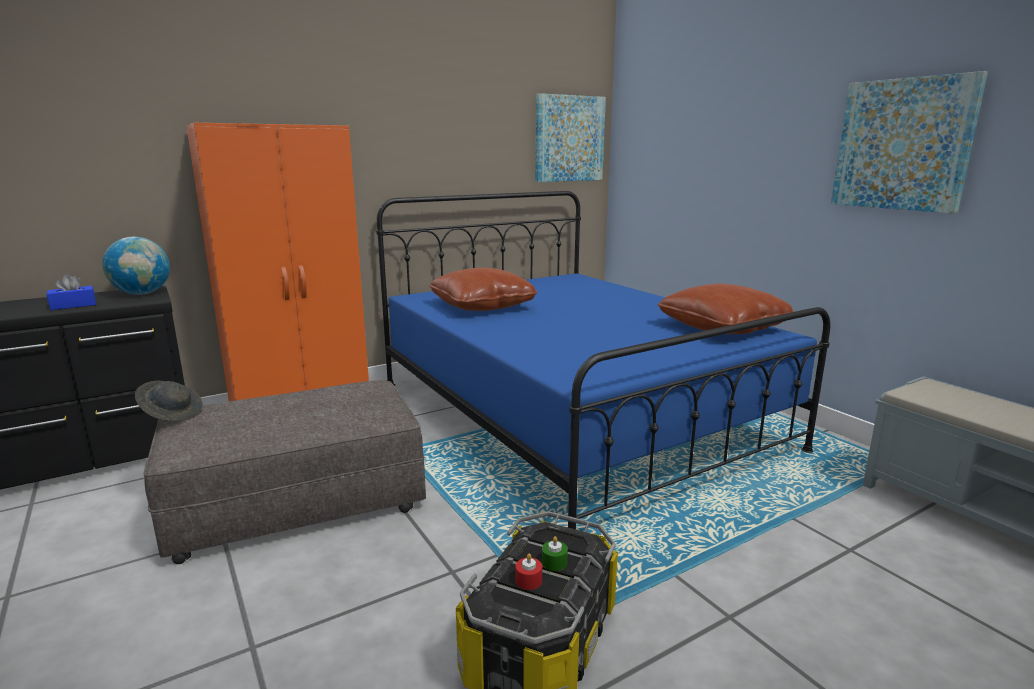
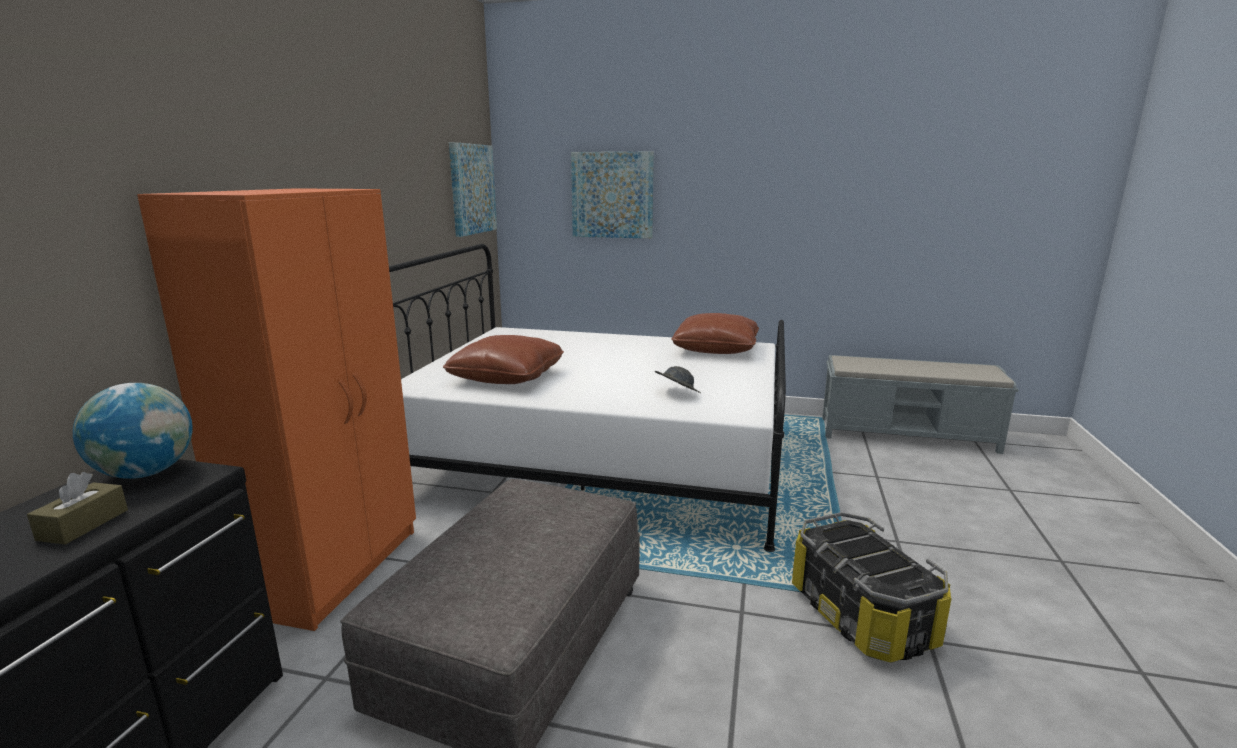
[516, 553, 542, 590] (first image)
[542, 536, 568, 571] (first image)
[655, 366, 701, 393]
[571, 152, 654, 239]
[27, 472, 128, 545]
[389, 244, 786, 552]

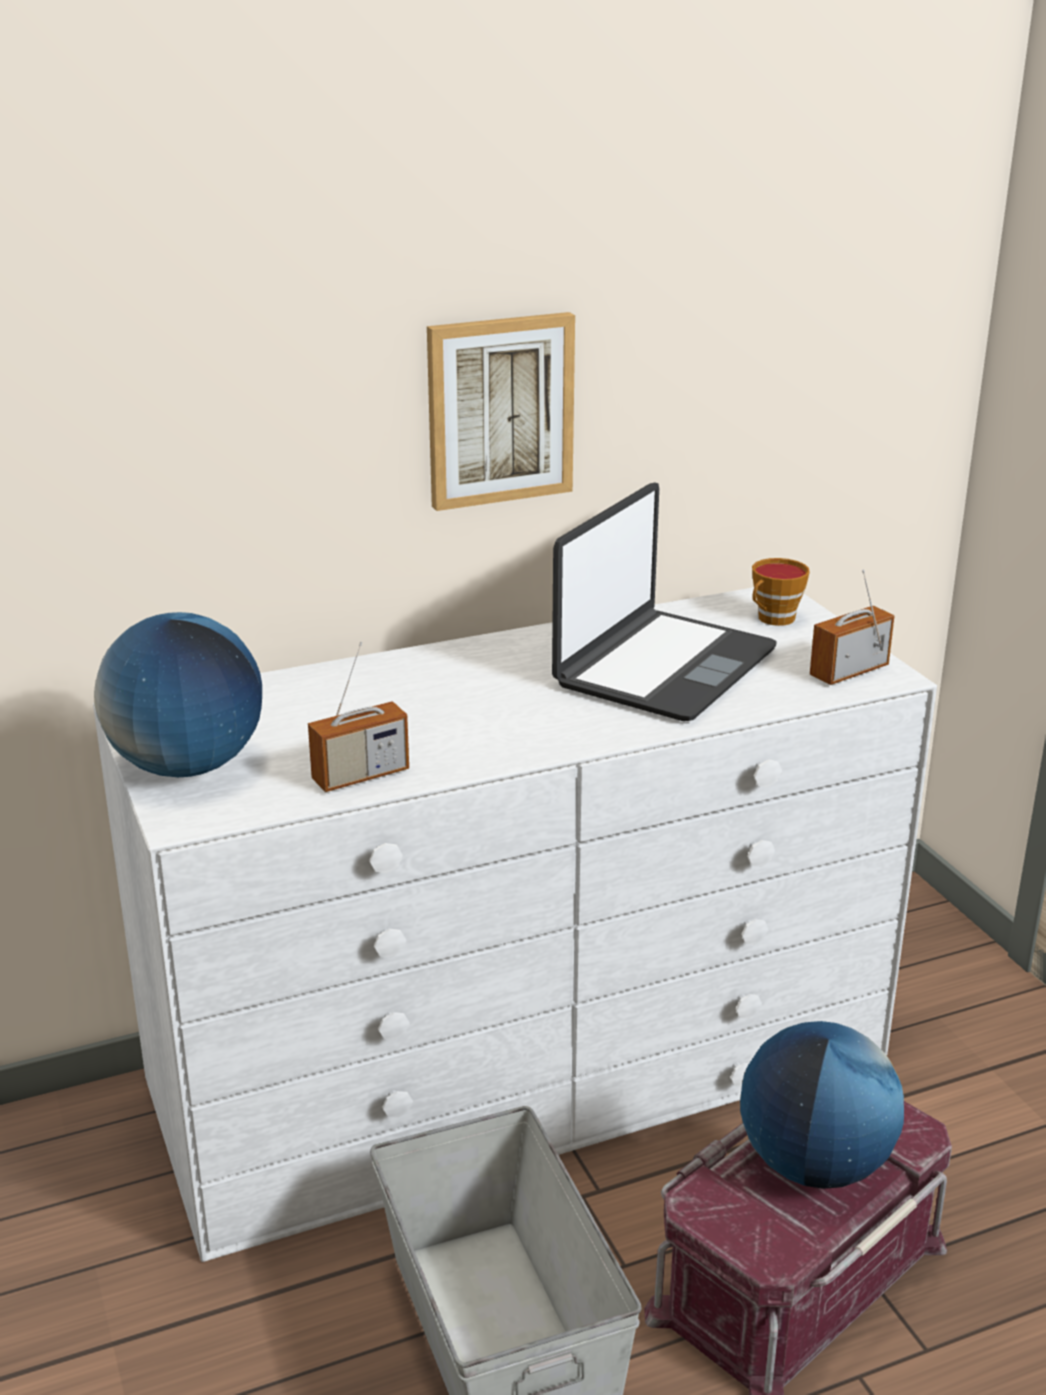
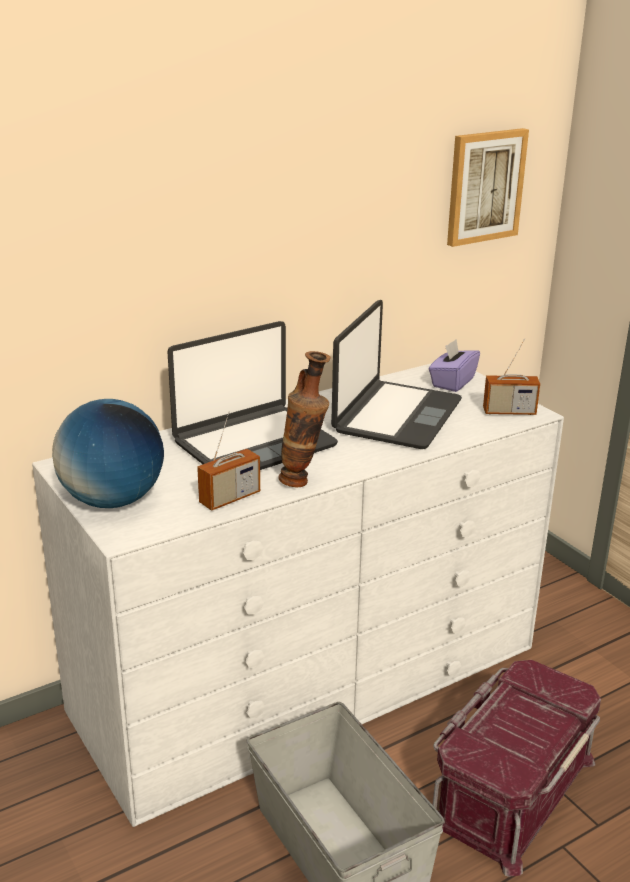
[740, 1021, 904, 1189] (first image)
[168, 321, 338, 470]
[278, 351, 331, 488]
[447, 128, 529, 247]
[429, 339, 480, 392]
[483, 338, 540, 415]

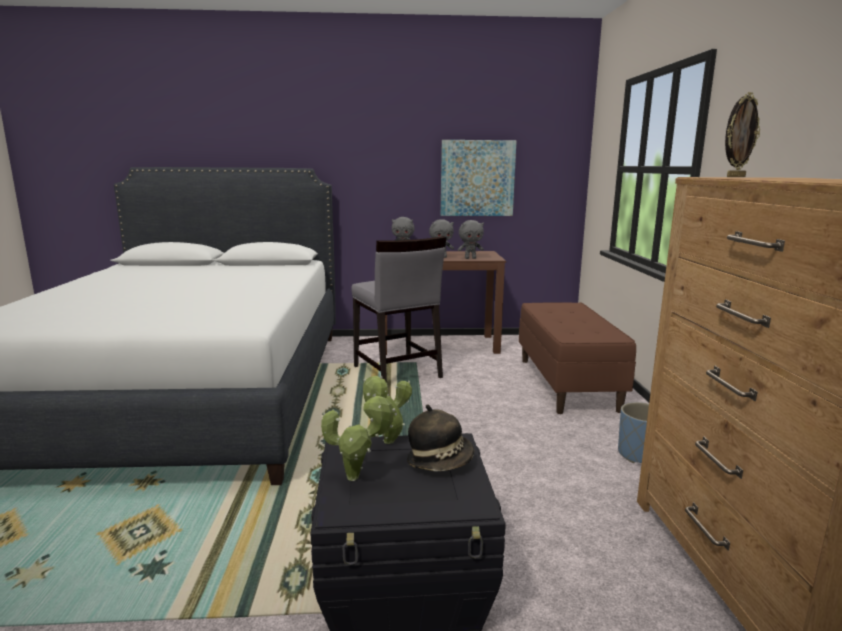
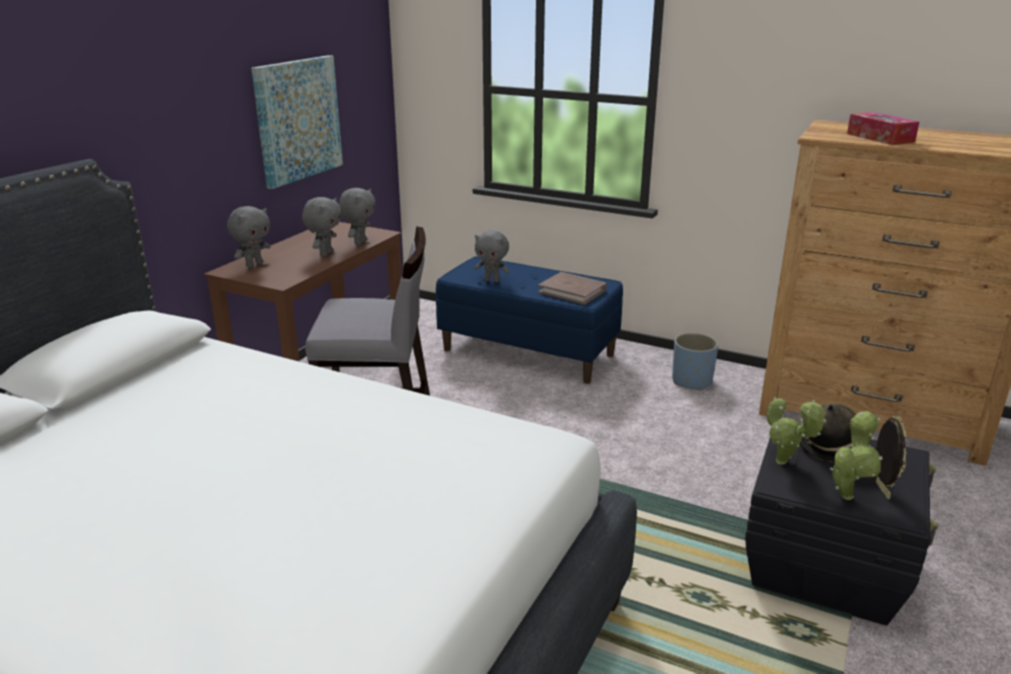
[475, 230, 510, 283]
[538, 272, 606, 305]
[847, 112, 919, 145]
[876, 416, 906, 499]
[435, 256, 623, 384]

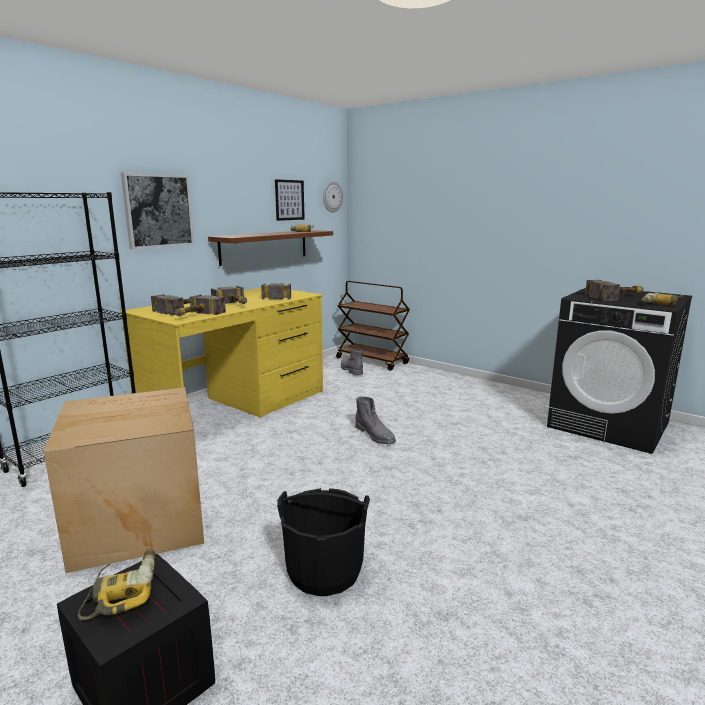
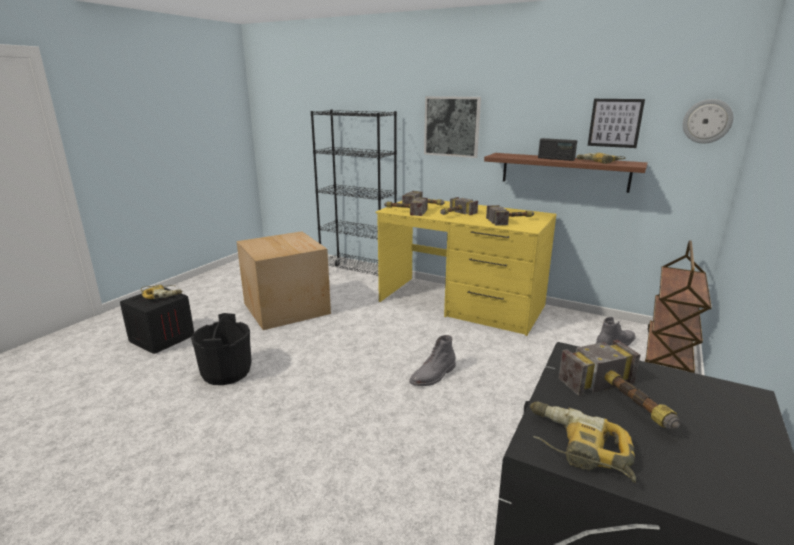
[538, 138, 577, 161]

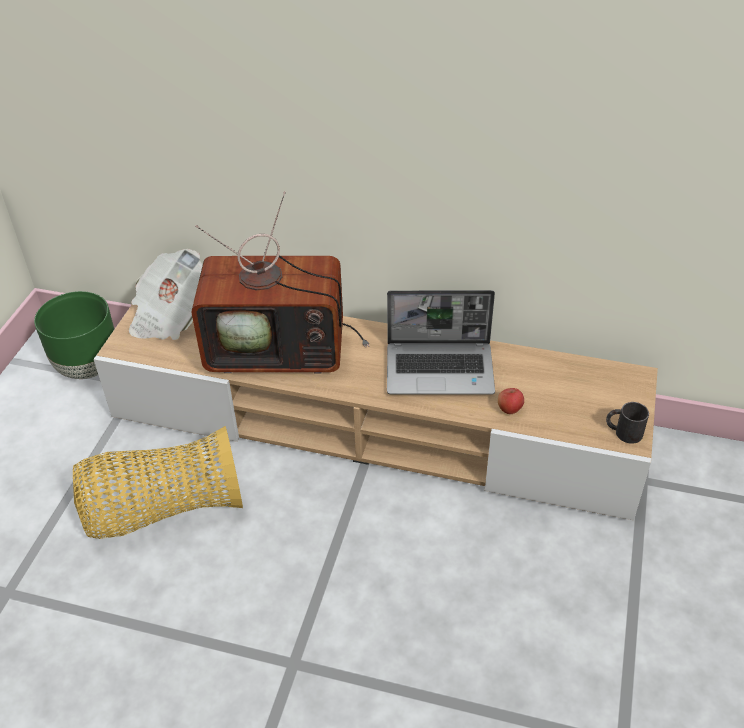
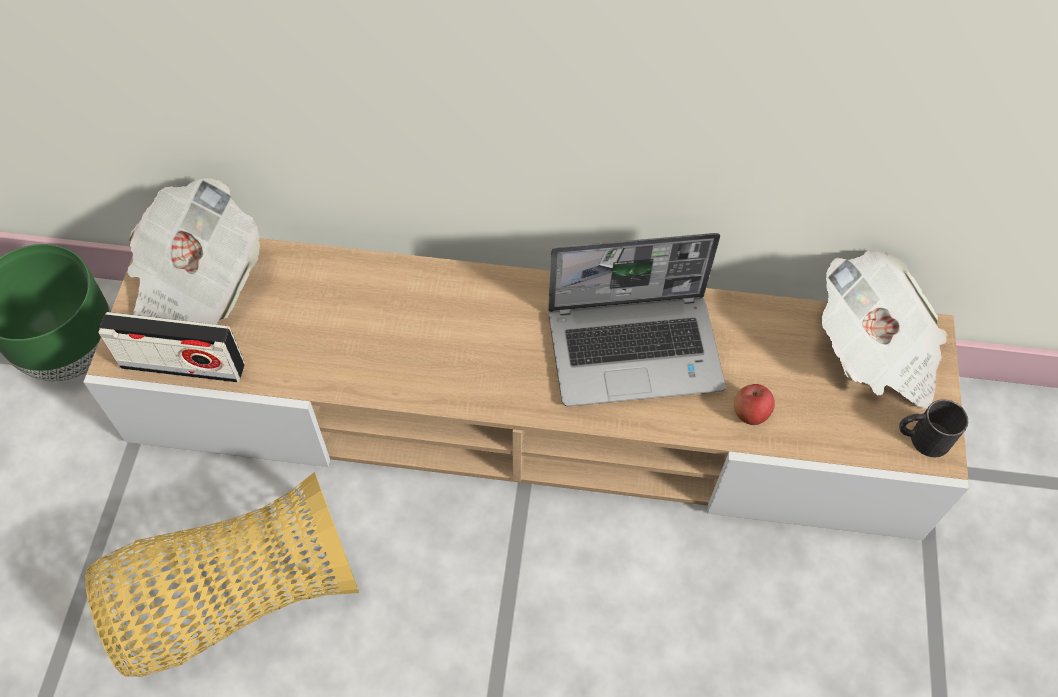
[192, 191, 369, 373] (first image)
[98, 312, 245, 383]
[821, 251, 947, 409]

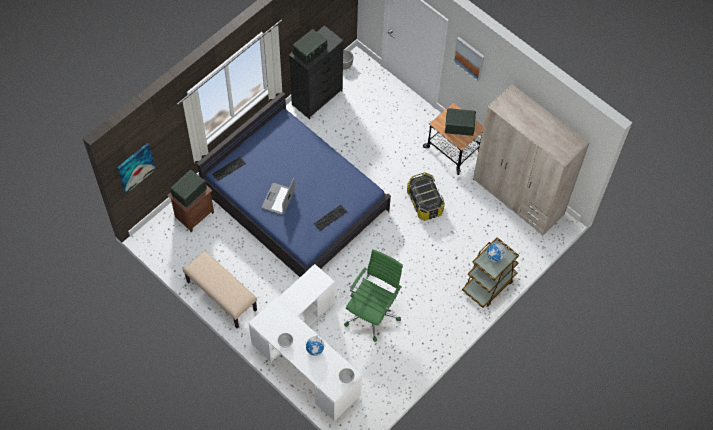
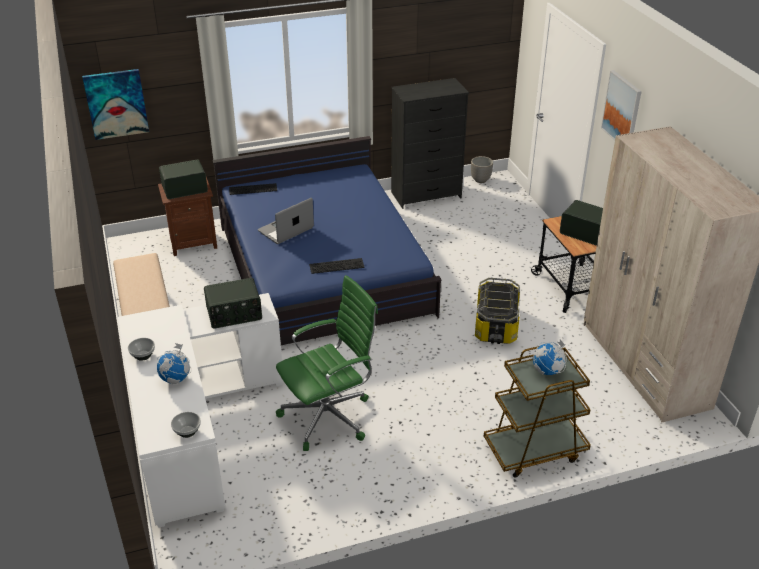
[204, 278, 262, 329]

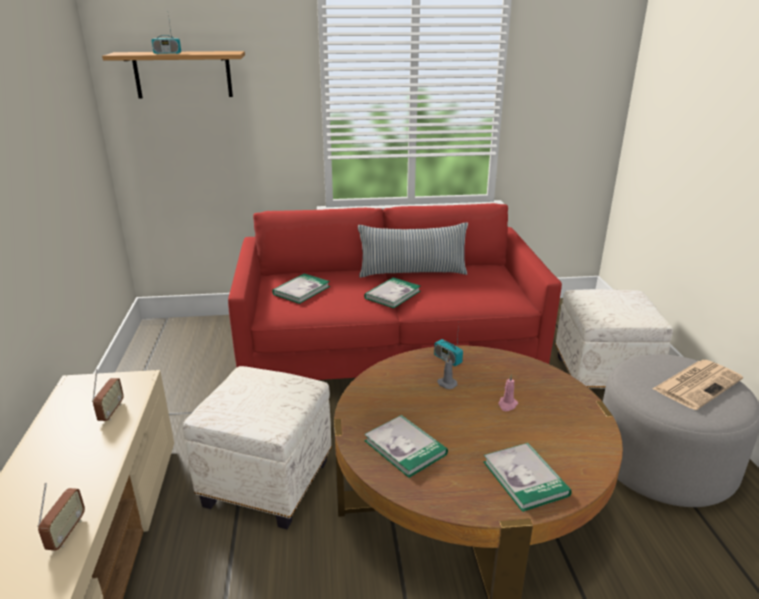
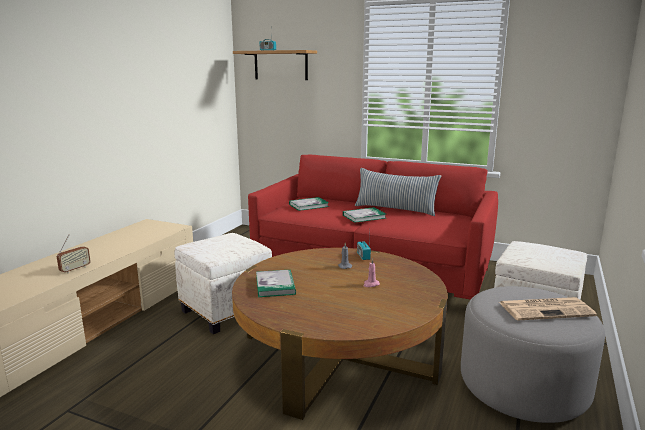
[92, 369, 124, 421] (first image)
[484, 443, 572, 512] (first image)

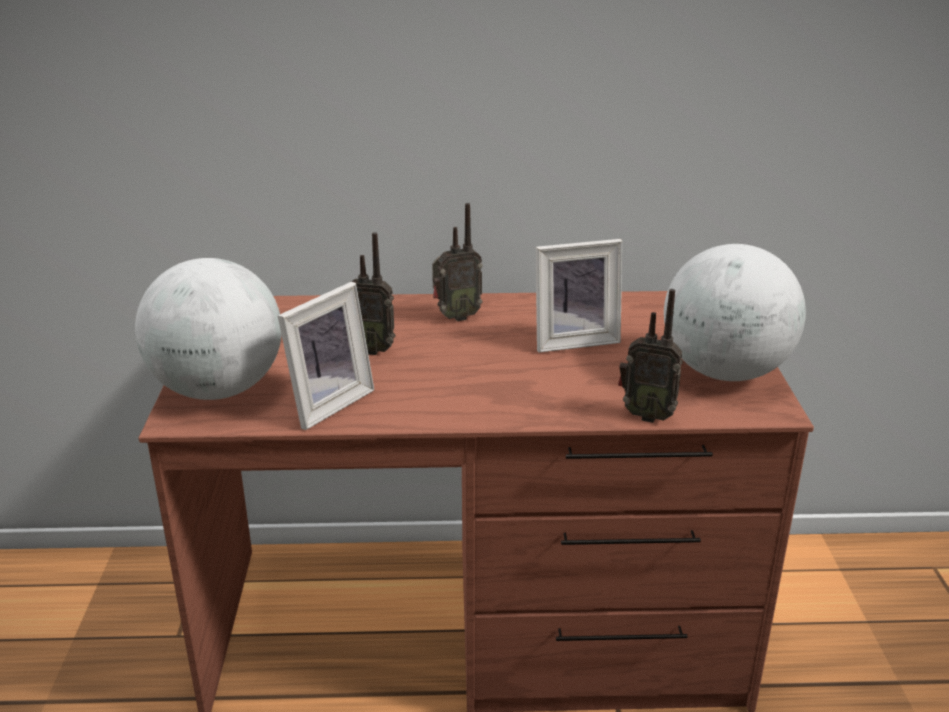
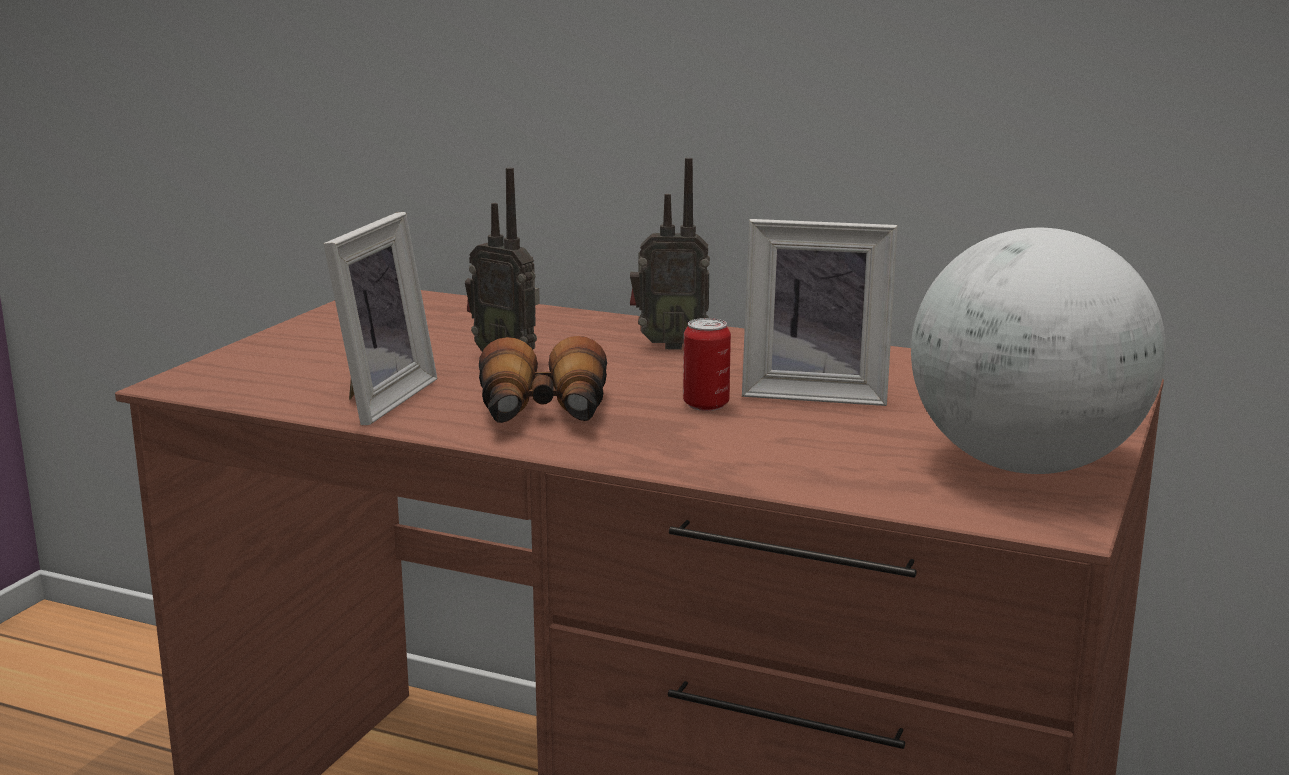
[135, 258, 281, 400] (first image)
[618, 289, 683, 423] (first image)
[479, 336, 607, 423]
[683, 318, 731, 411]
[324, 212, 437, 425]

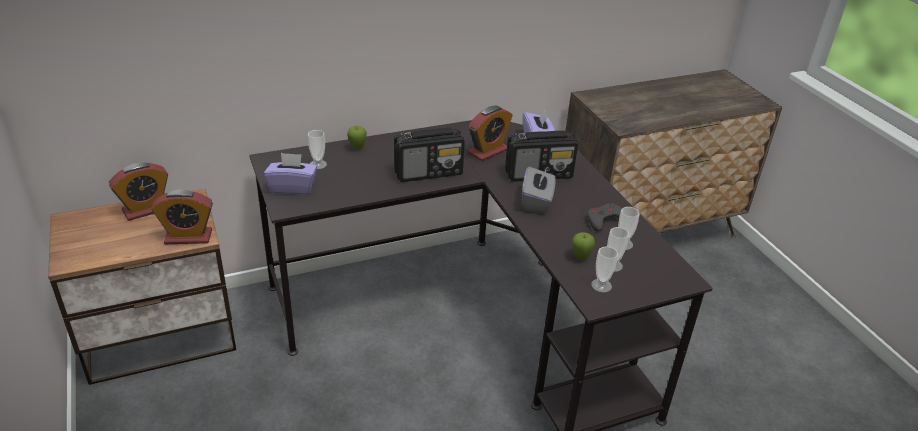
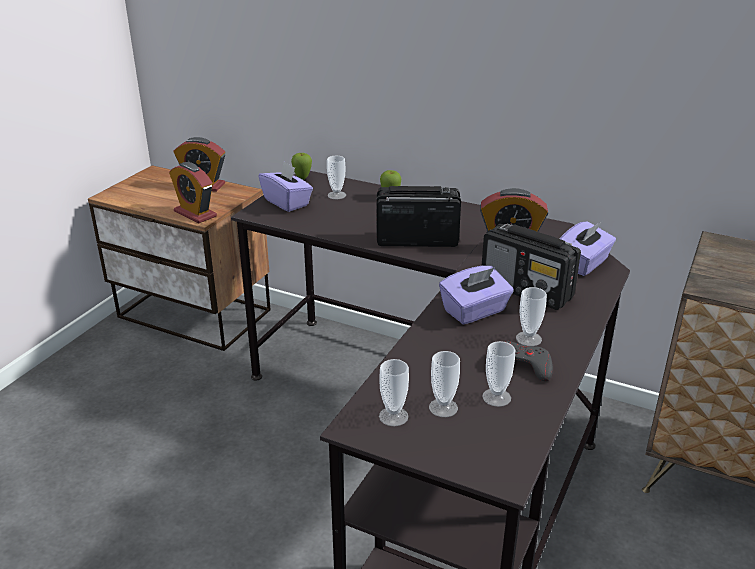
[516, 287, 547, 346]
[291, 153, 312, 180]
[439, 266, 514, 324]
[376, 186, 461, 247]

